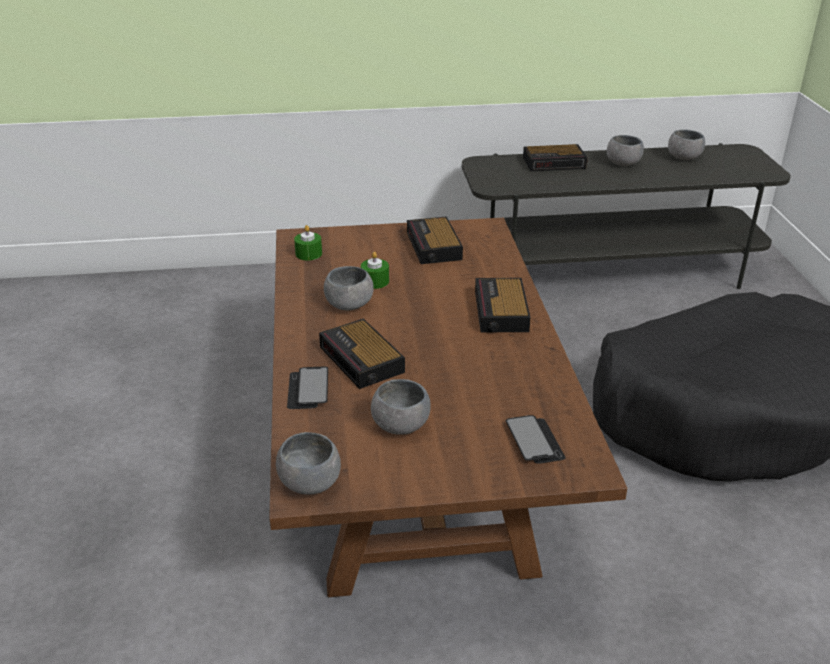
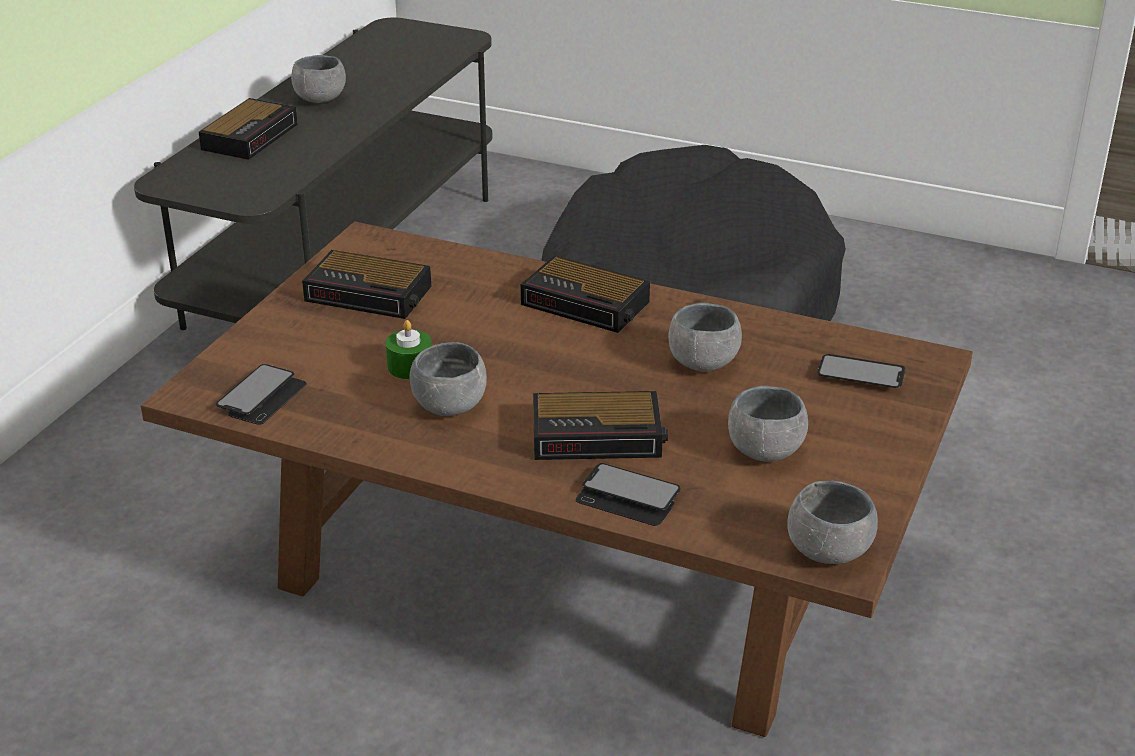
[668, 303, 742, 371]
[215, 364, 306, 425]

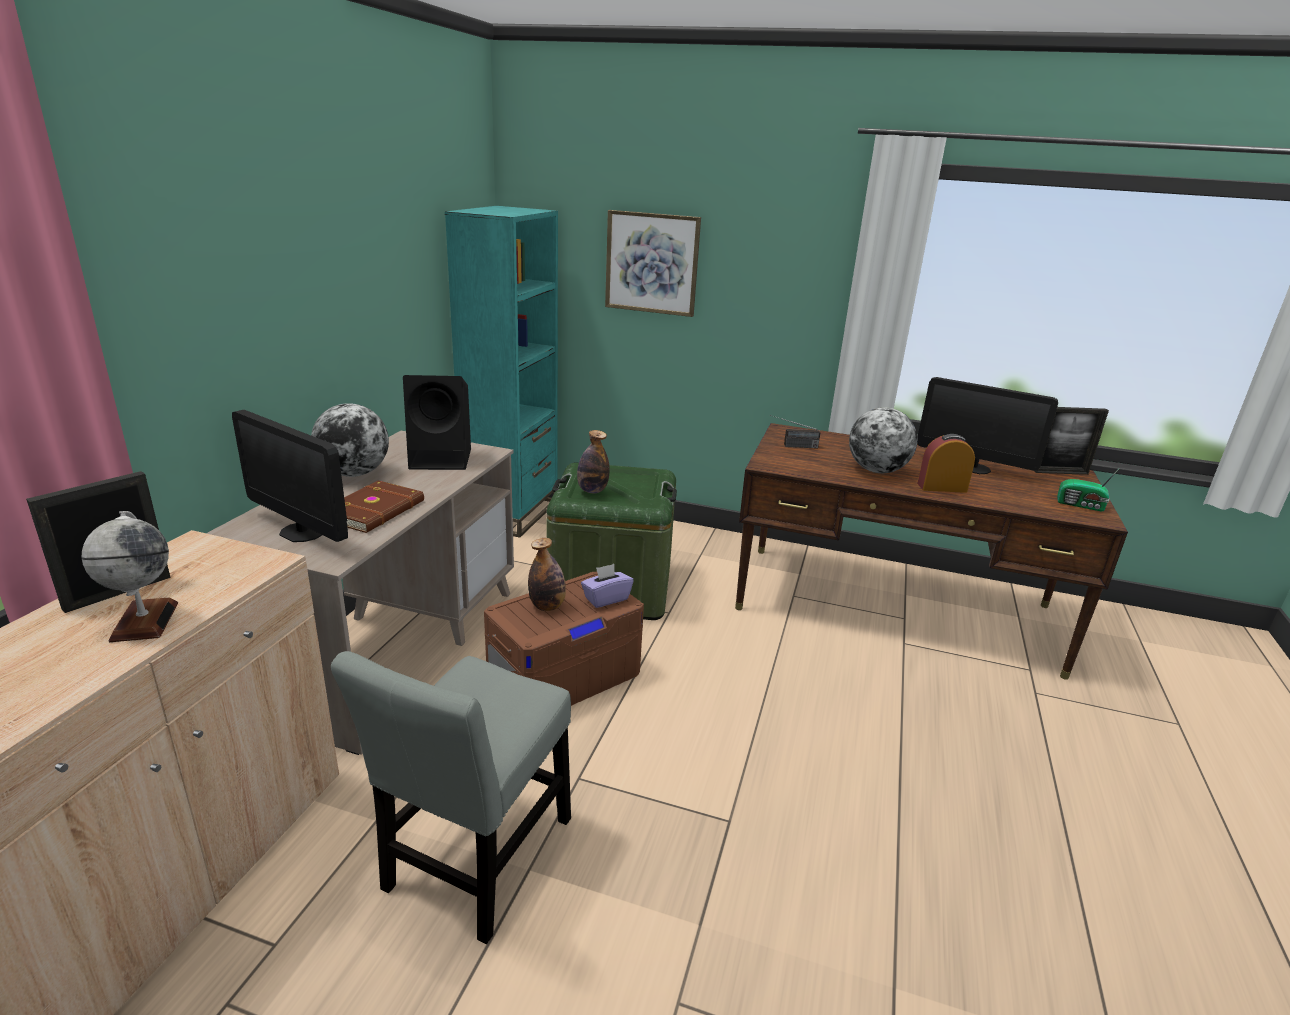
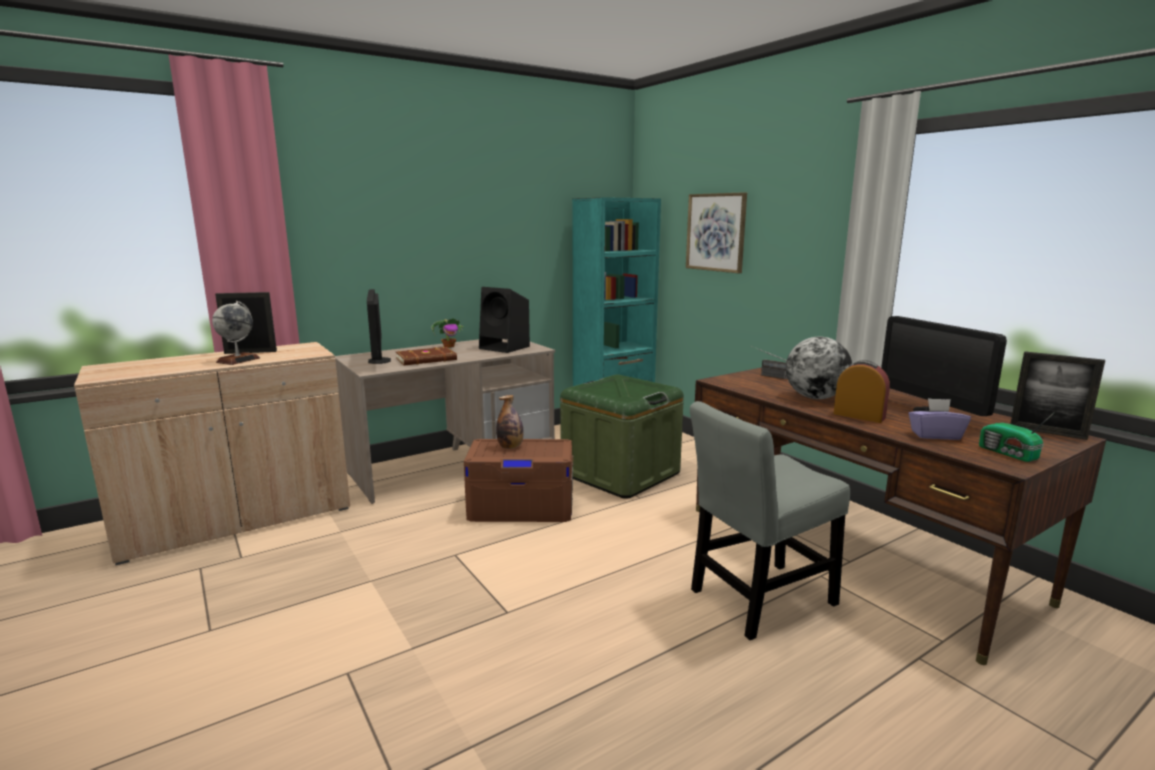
[577, 430, 610, 493] (first image)
[690, 401, 850, 640]
[909, 398, 971, 440]
[431, 318, 464, 348]

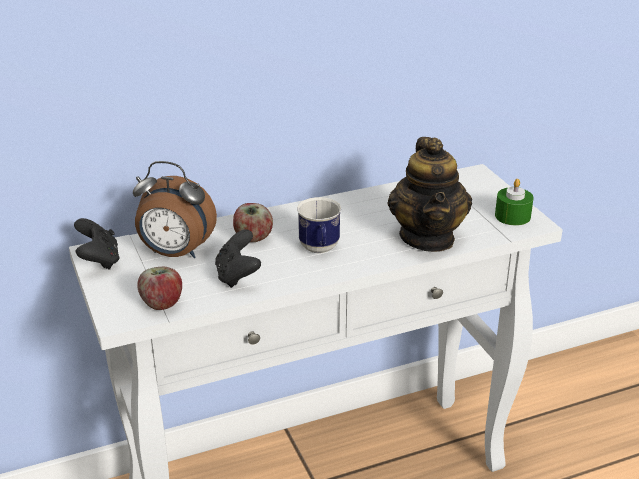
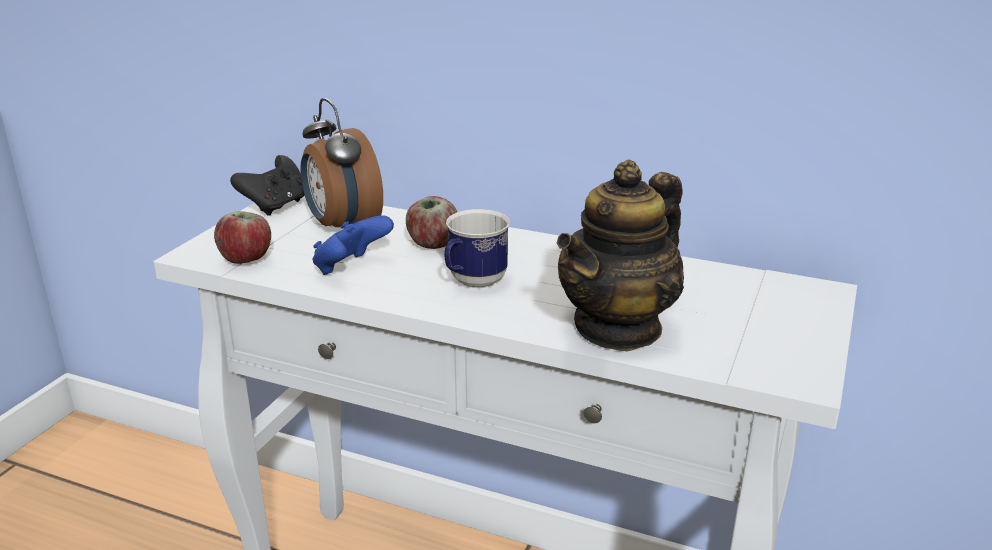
[495, 179, 534, 226] (first image)
[312, 215, 394, 275]

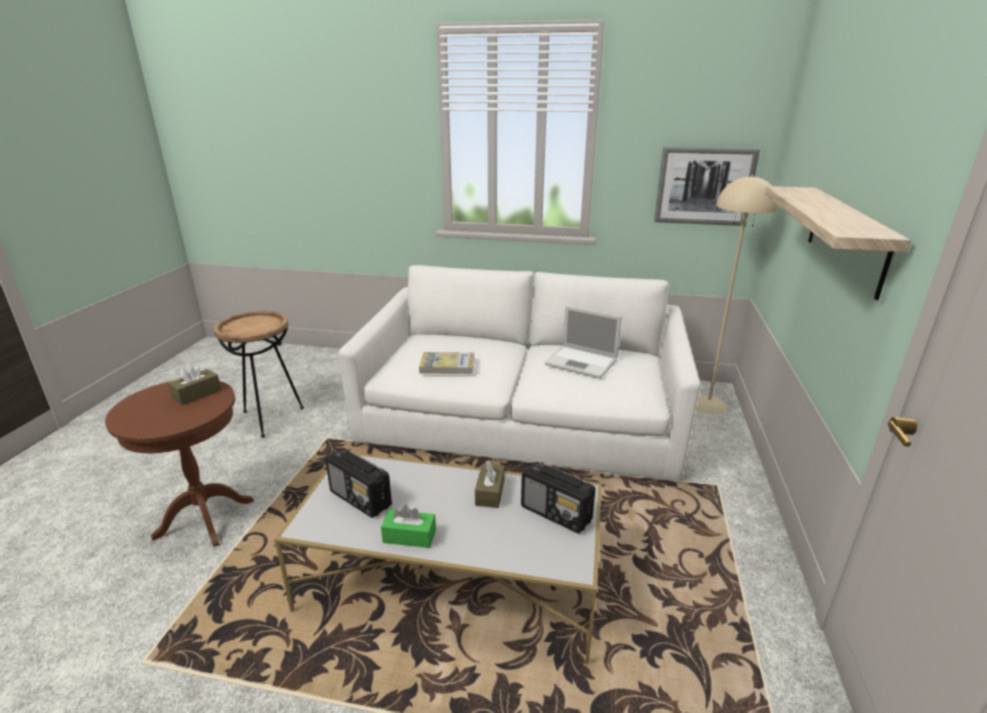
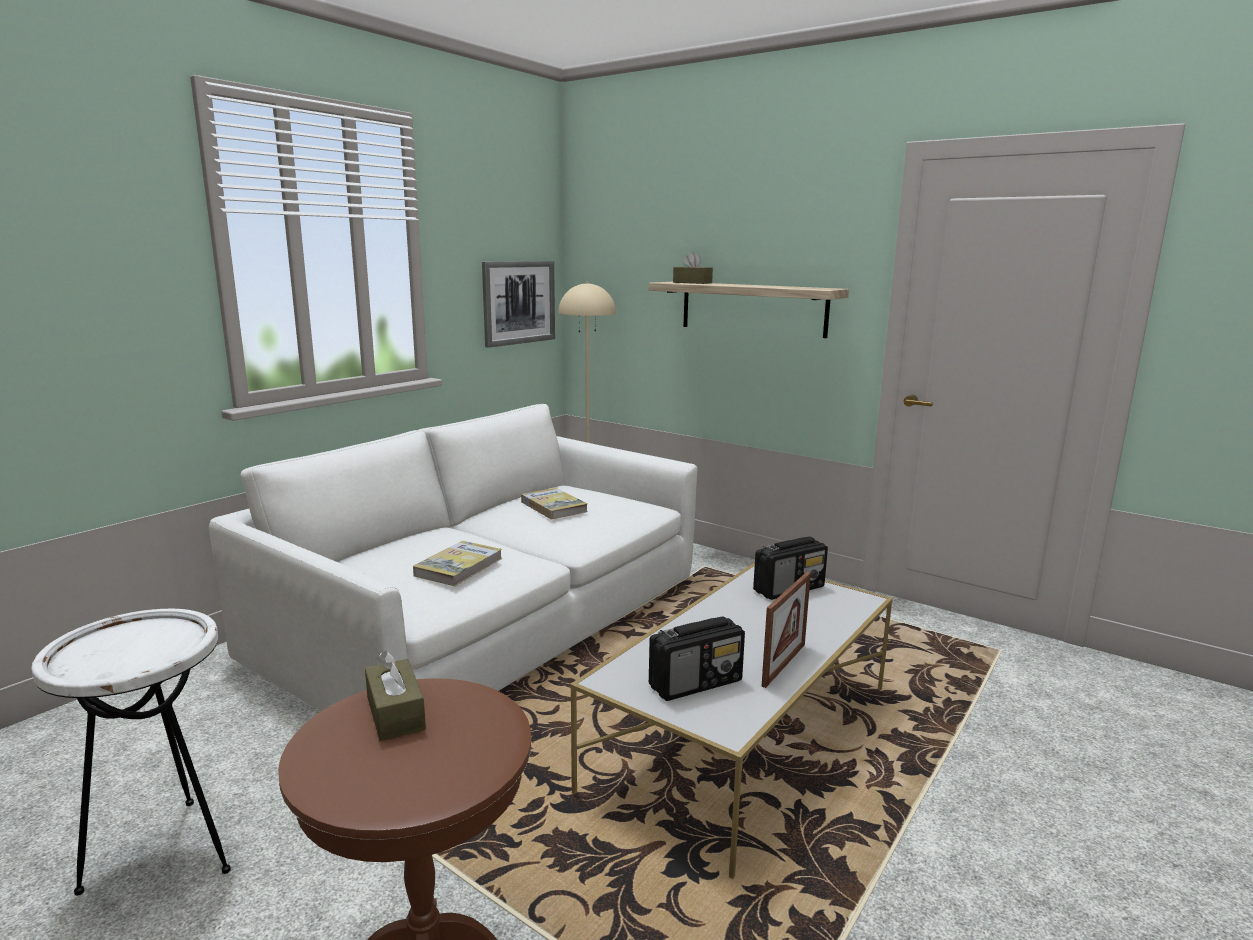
[673, 252, 713, 284]
[761, 572, 811, 688]
[521, 488, 587, 519]
[31, 609, 231, 896]

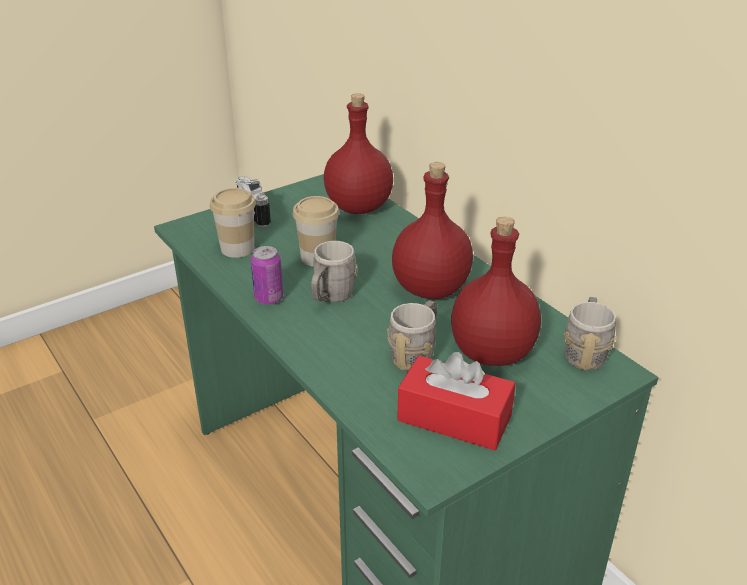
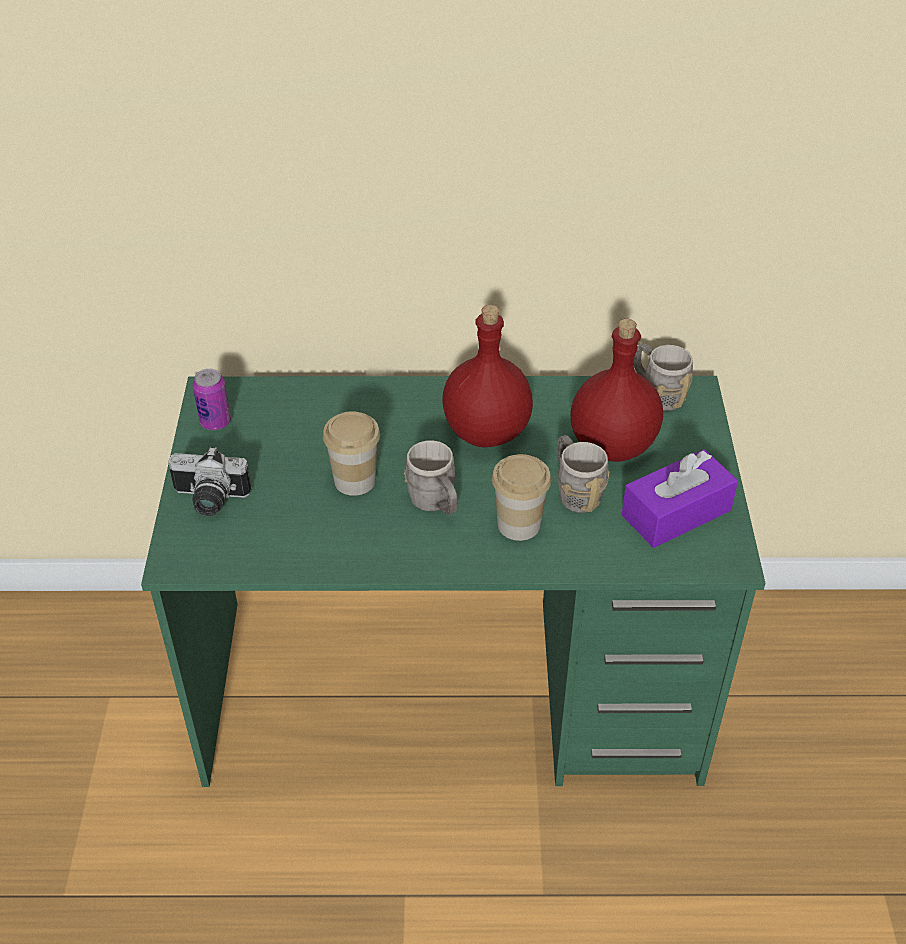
[324, 93, 393, 214] (first image)
[492, 454, 551, 541]
[193, 369, 231, 430]
[622, 449, 738, 548]

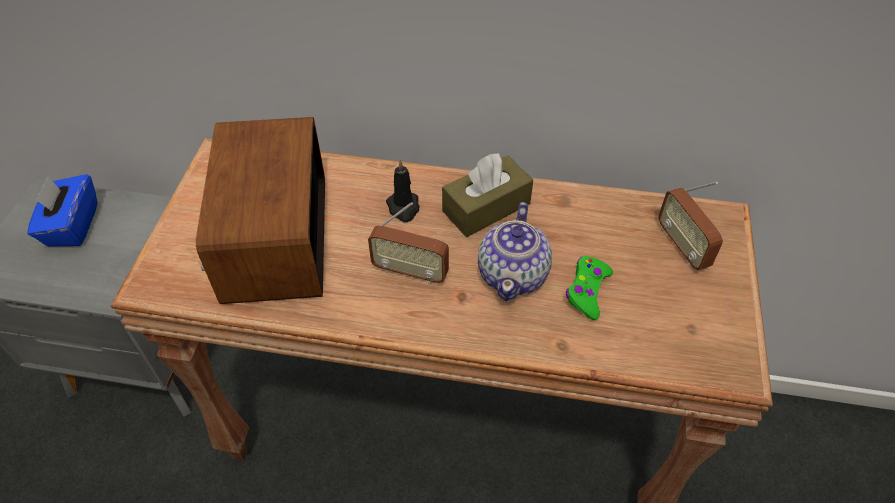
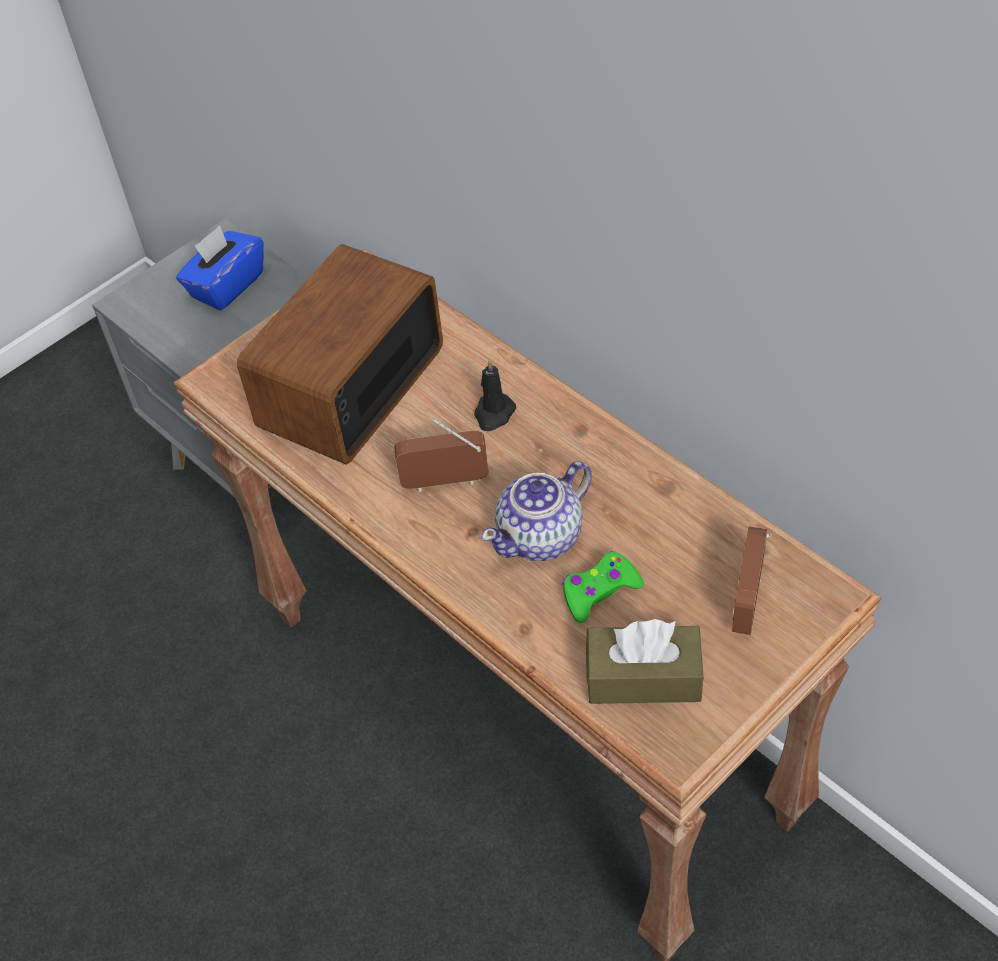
[586, 619, 704, 704]
[394, 418, 489, 492]

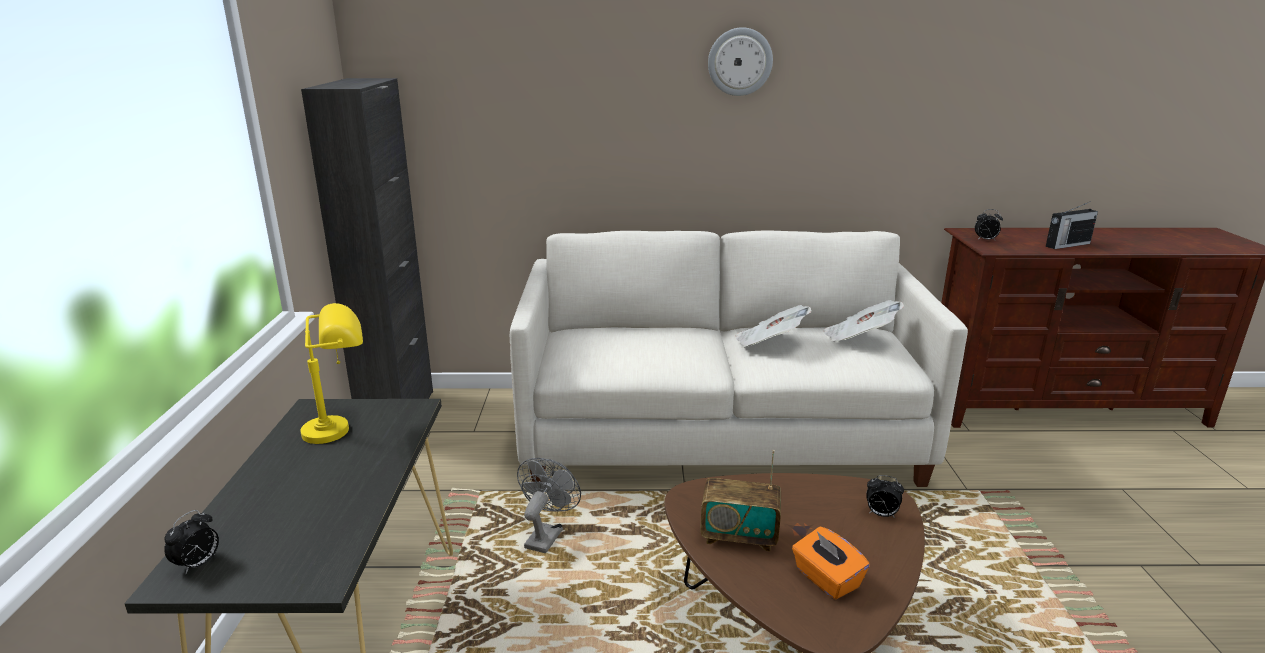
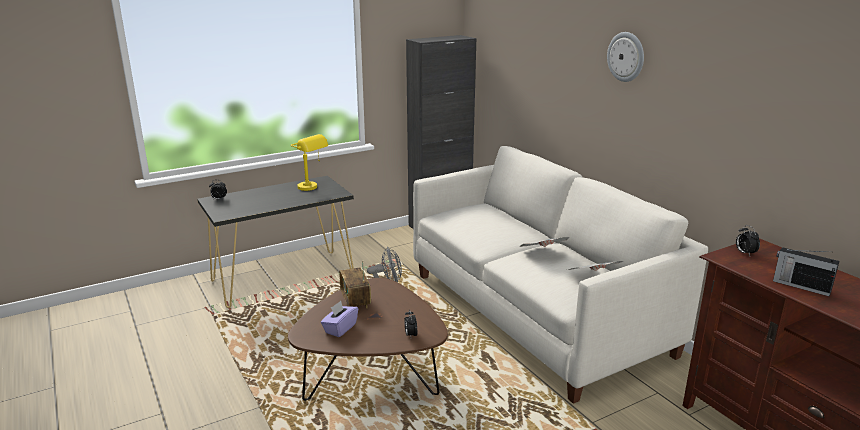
[321, 301, 358, 337]

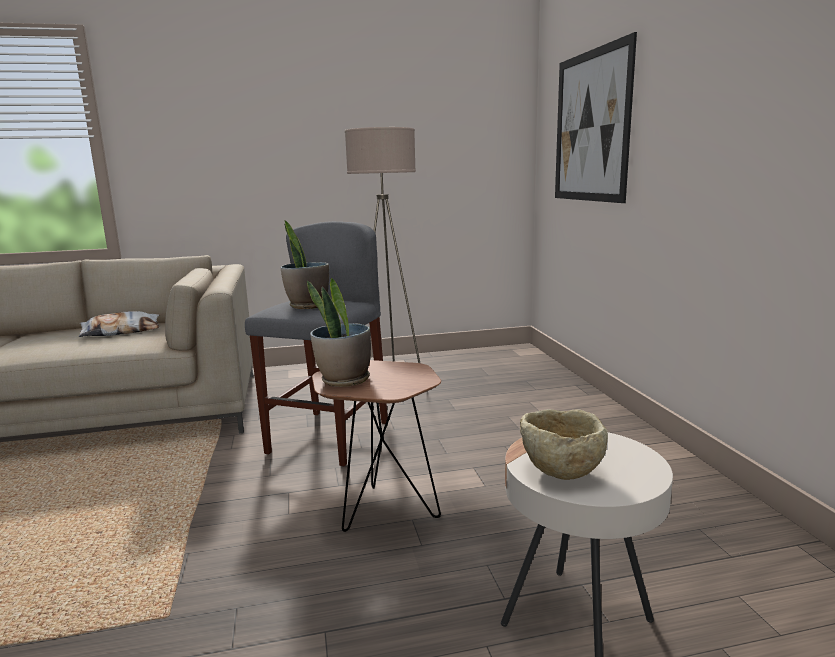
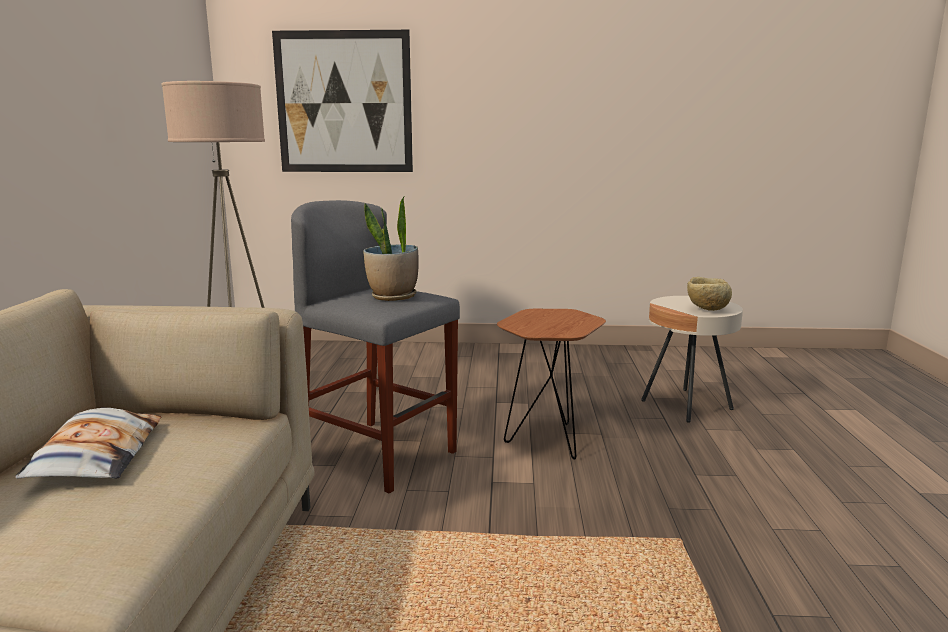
[307, 278, 371, 387] (first image)

